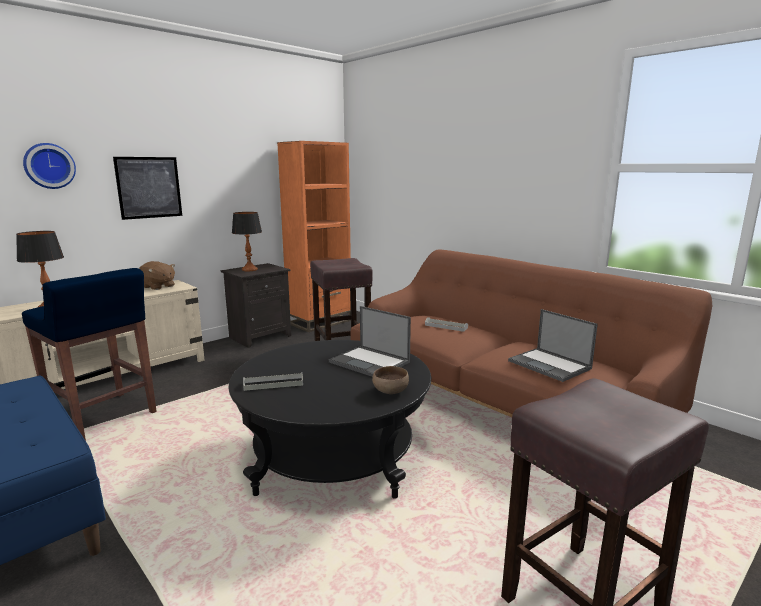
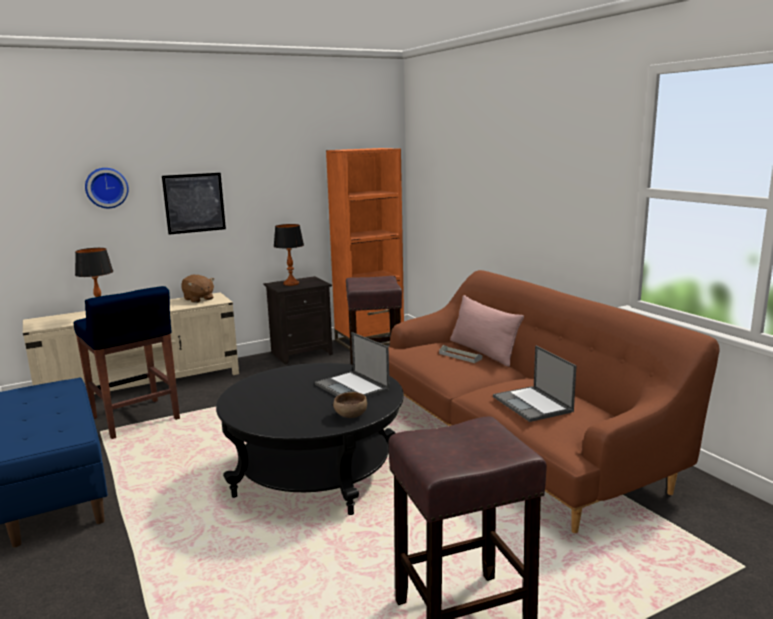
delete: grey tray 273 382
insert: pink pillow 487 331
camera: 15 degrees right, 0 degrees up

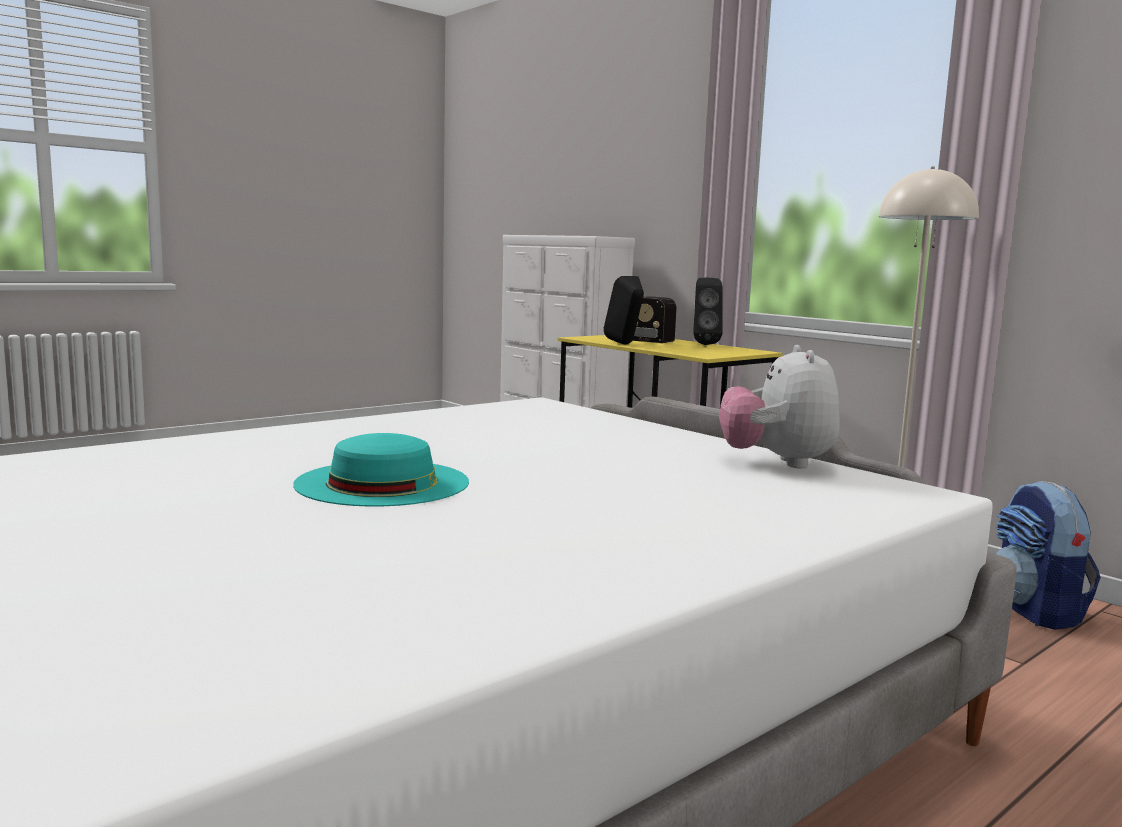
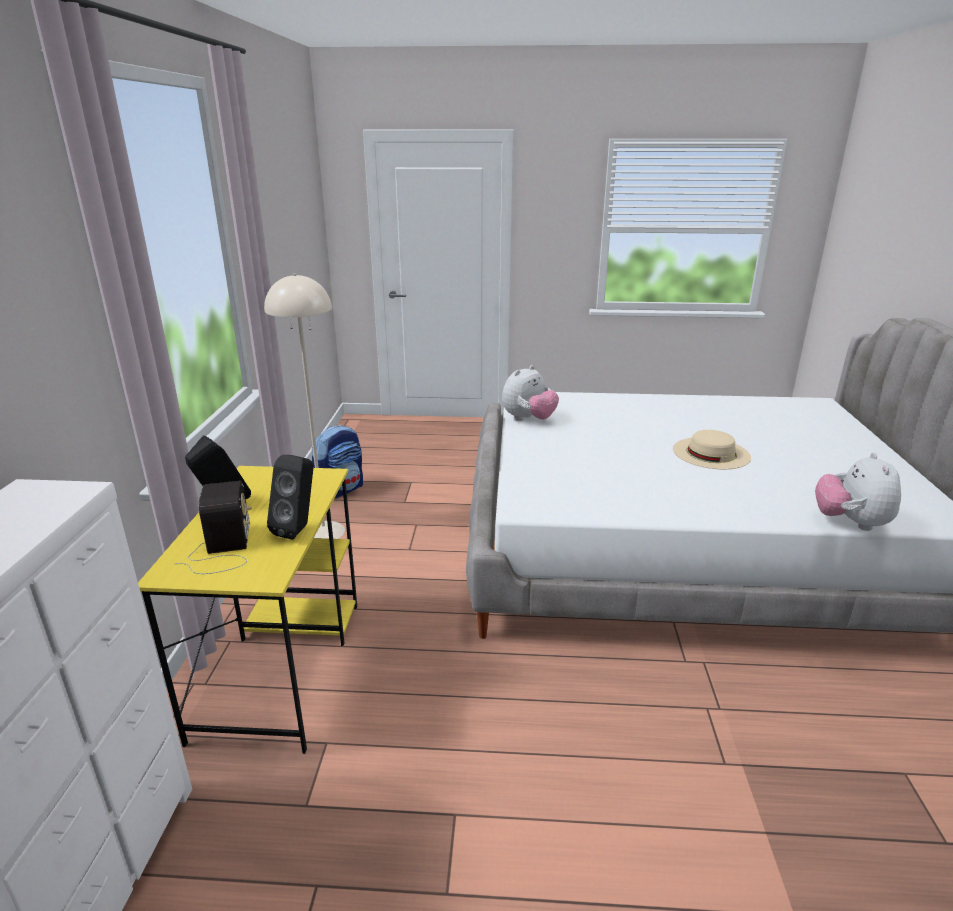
insert: plush toy 858 491
recolor: turquoise hat 381 470 to beige hat 712 449
camera: 135 degrees left, 15 degrees up

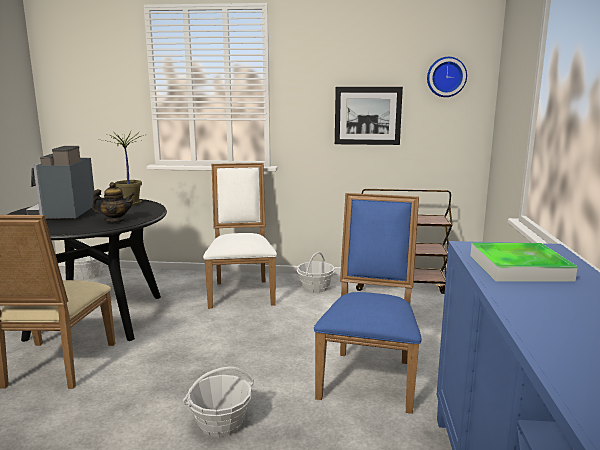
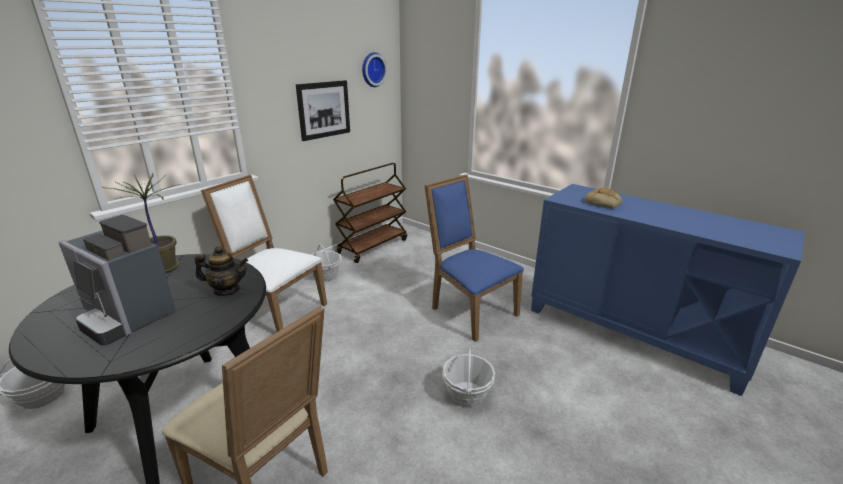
replace: tray 524 262 to bread 604 198
rotate: teapot 113 202 = 221 271 60 degrees clockwise
camera: 55 degrees left, 10 degrees up

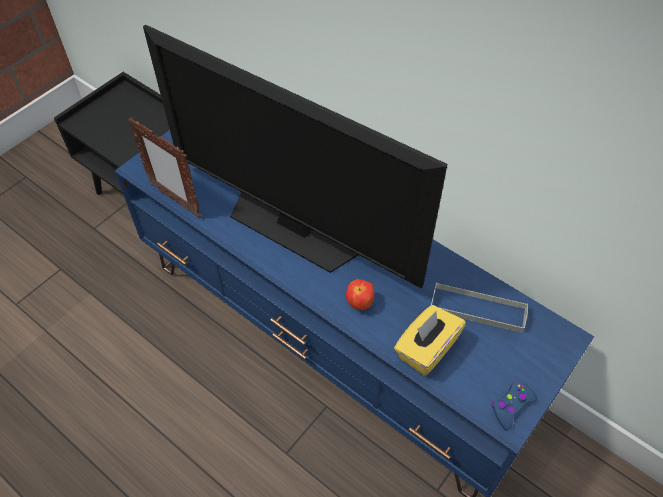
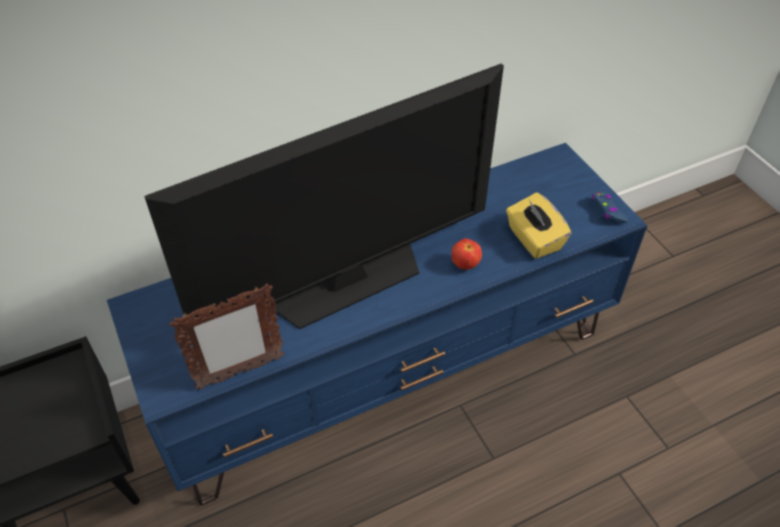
delete: grey tray 479 307
camera: 65 degrees left, 5 degrees down

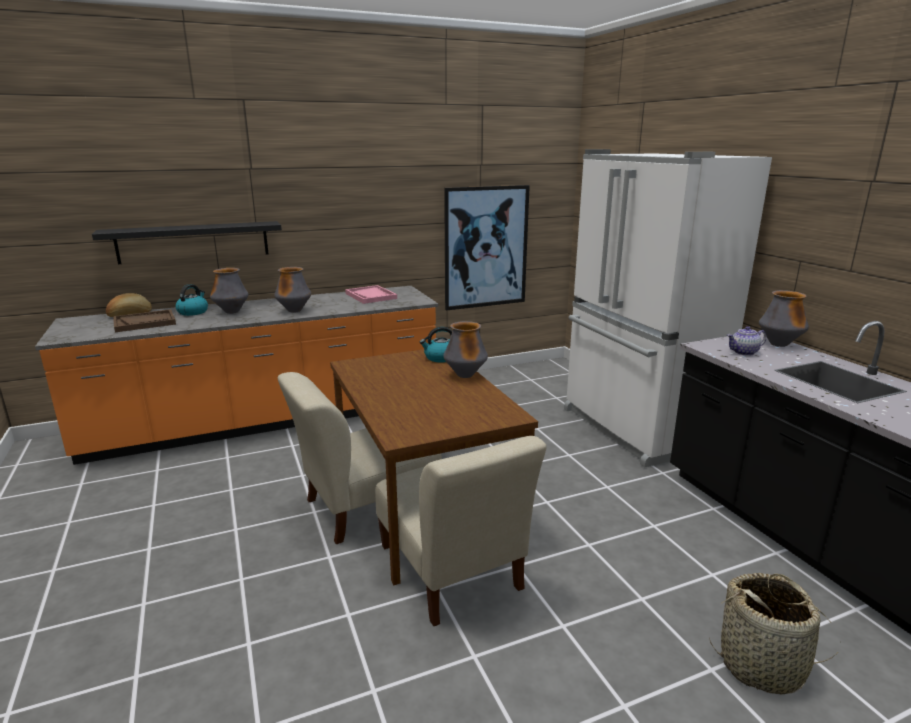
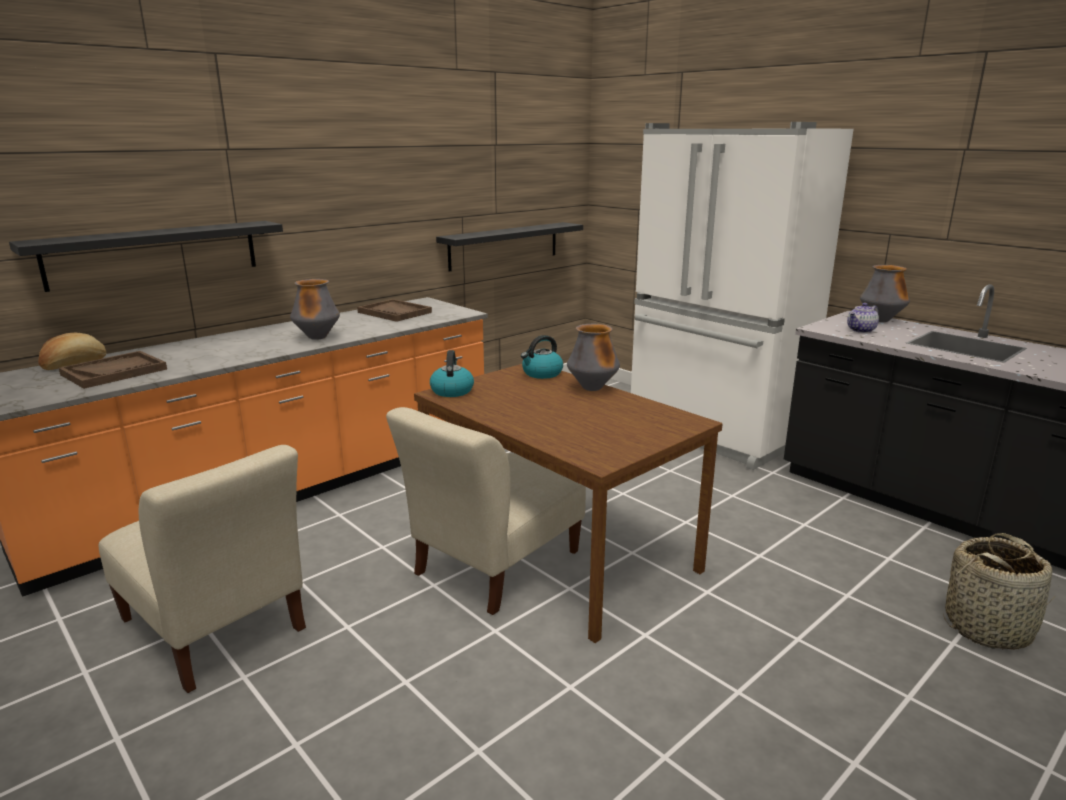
delete: vase 229 291
move: kettle 191 300 to 452 373; beige chair 460 531 to 202 569
replace: picture 487 248 to black shelf 509 246
recolor: pink tray 371 294 to brown tray 394 310
camera: 20 degrees left, 0 degrees up

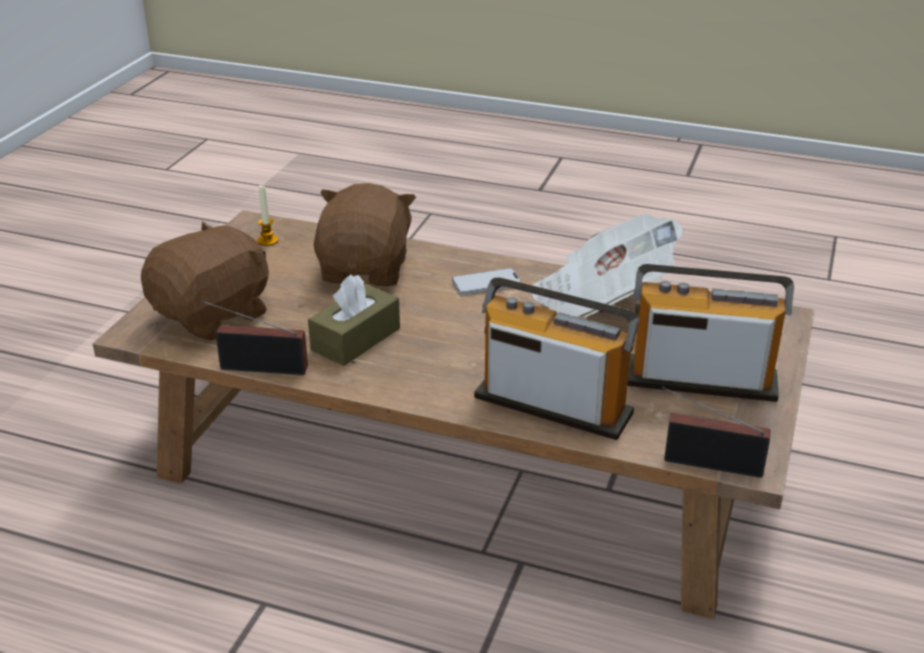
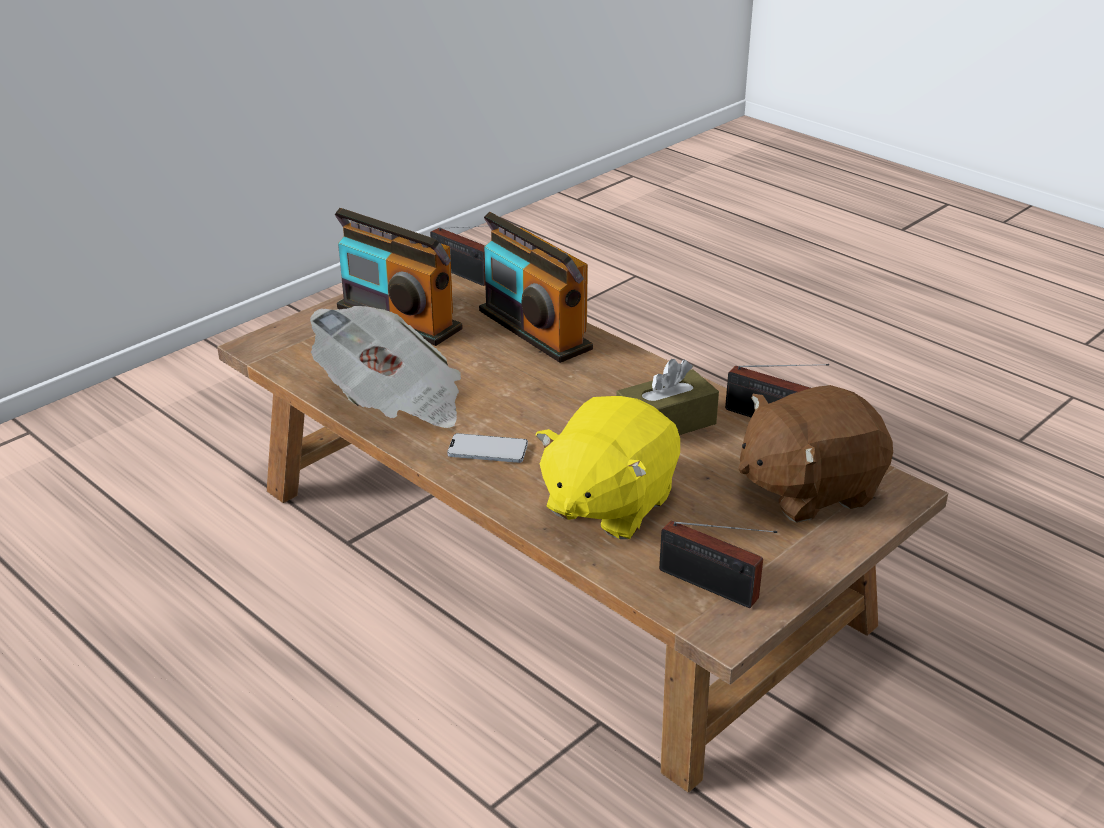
replace: candle 267 215 to radio 718 564
recolor: brown plush toy 365 234 to yellow plush toy 607 467
camera: 155 degrees left, 0 degrees up

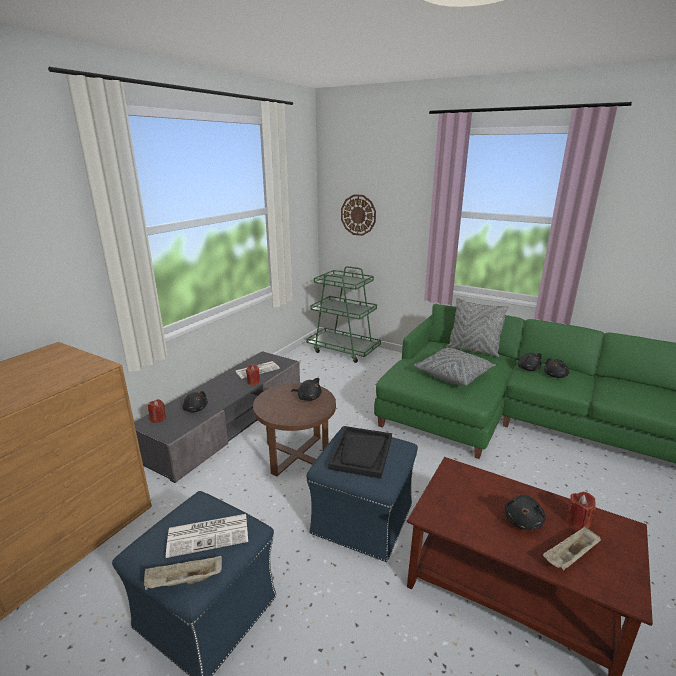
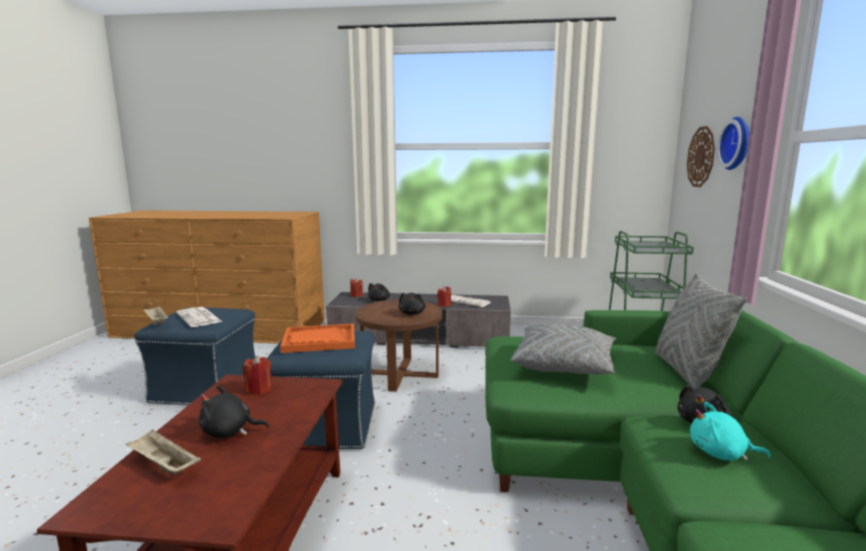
insert: wall clock 733 143
move: red candle 581 510 to 257 375
recolor: black tray 360 452 to orange tray 317 338; black plush toy 557 368 to turquoise plush toy 730 431
camera: 65 degrees right, 10 degrees down

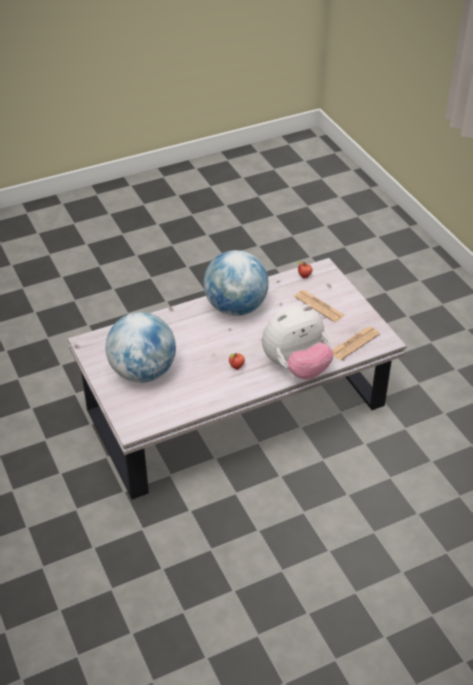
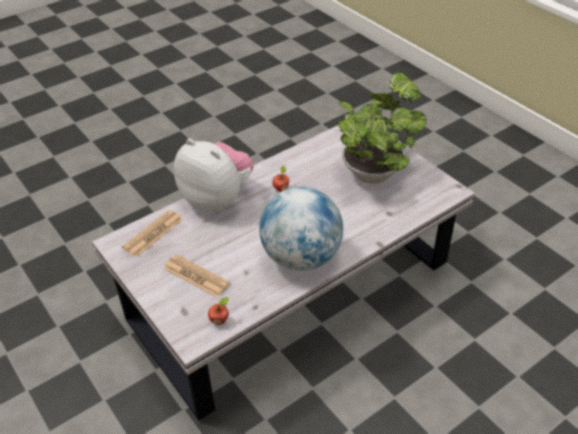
replace: globe 141 347 to potted plant 380 128
rotate: plush toy 297 342 = 214 175 75 degrees clockwise
camera: 170 degrees right, 0 degrees up

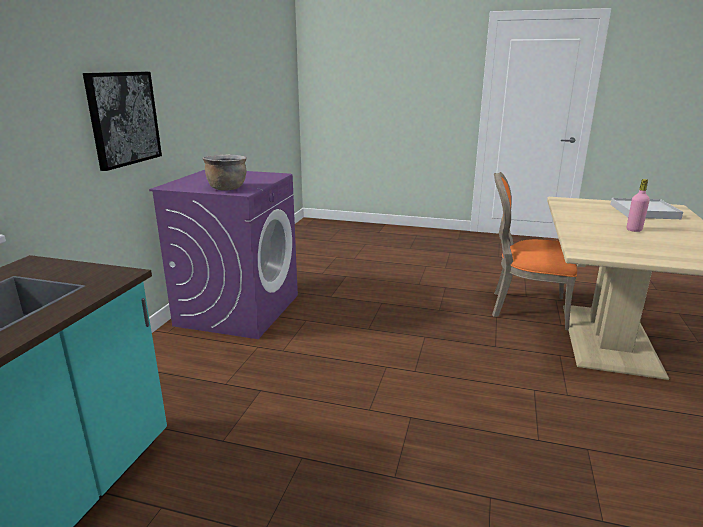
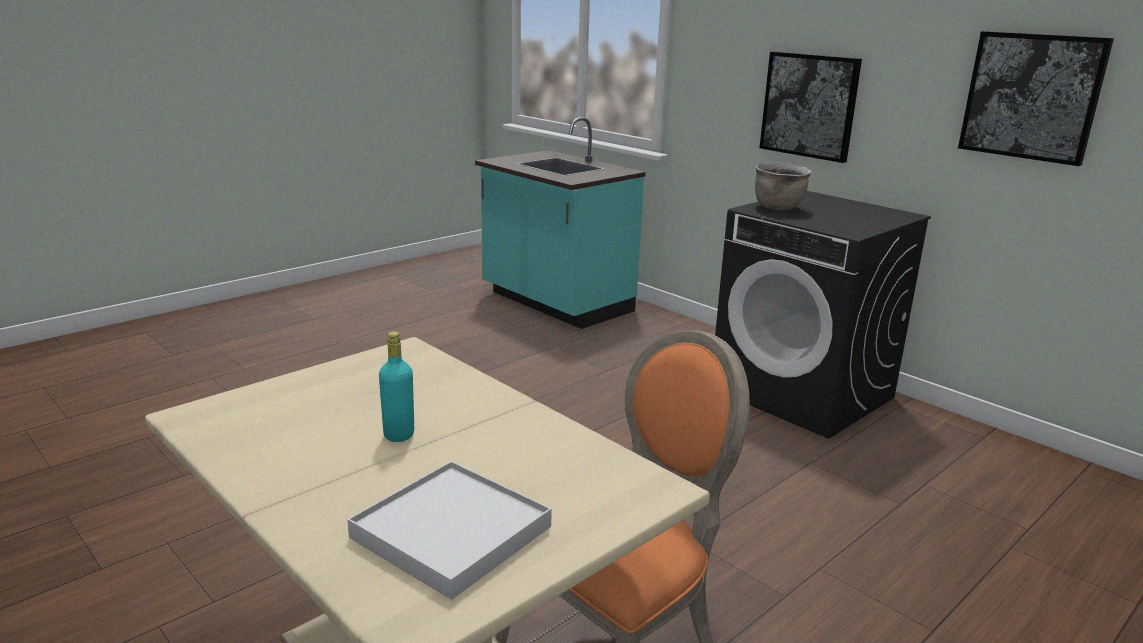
insert: picture 1036 98
recolor: purple washing machine 223 254 to black washing machine 823 315; pink bottle 638 205 to turquoise bottle 396 386
camera: 120 degrees right, 0 degrees up

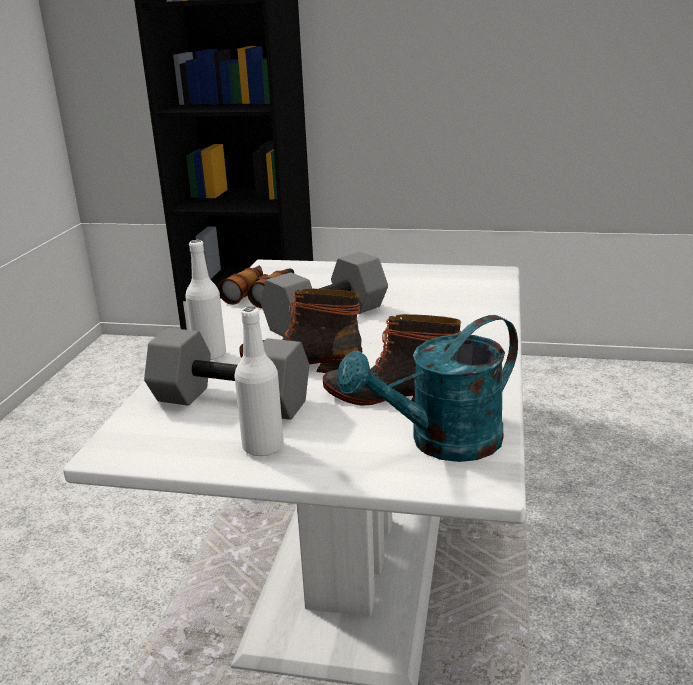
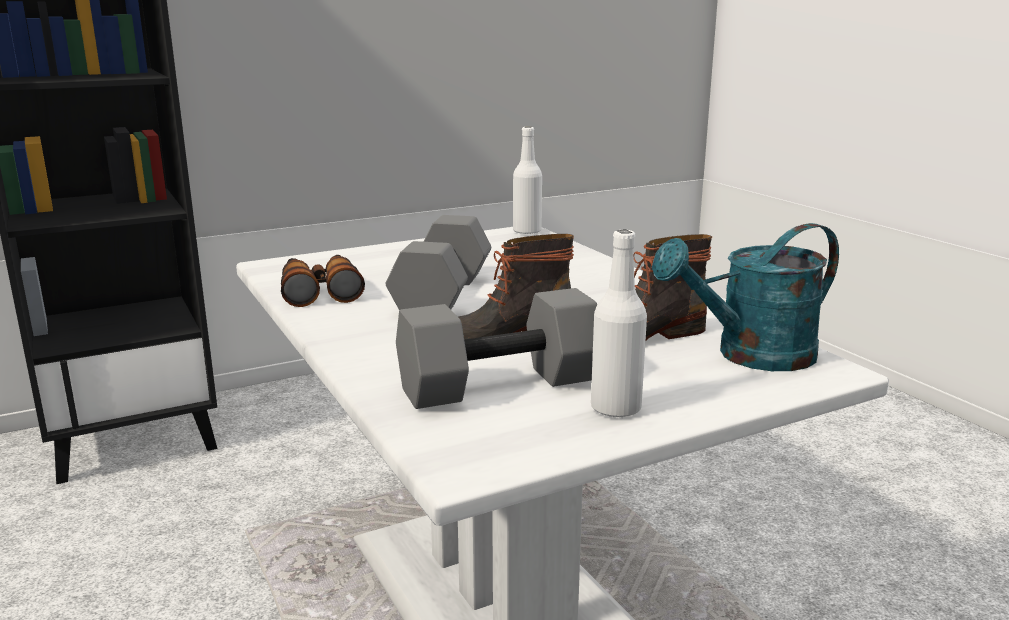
move: white bottle 205 300 to 527 180
rotate: turquoise watering can 427 388 = 745 297 45 degrees clockwise
camera: 40 degrees left, 5 degrees down

